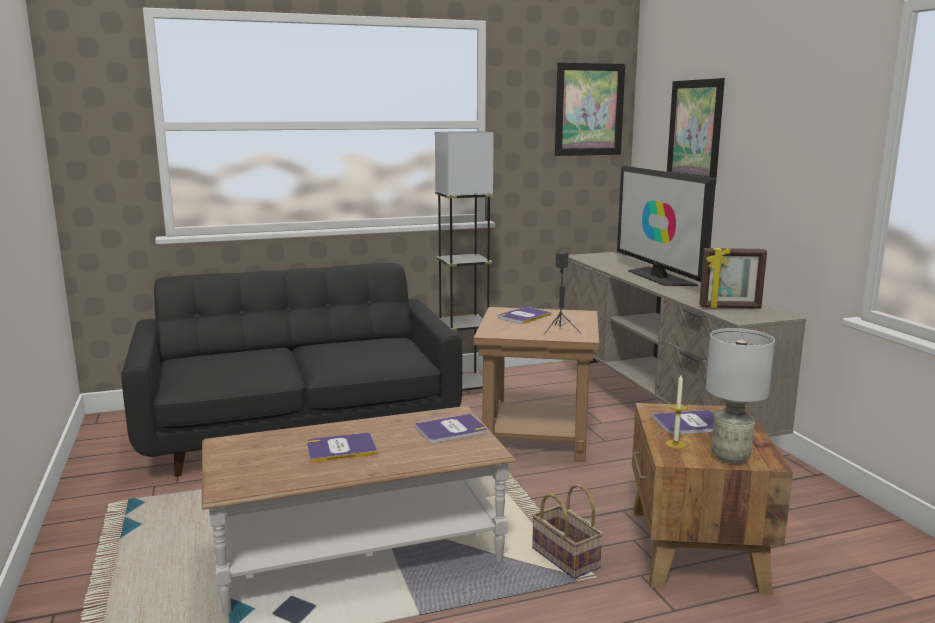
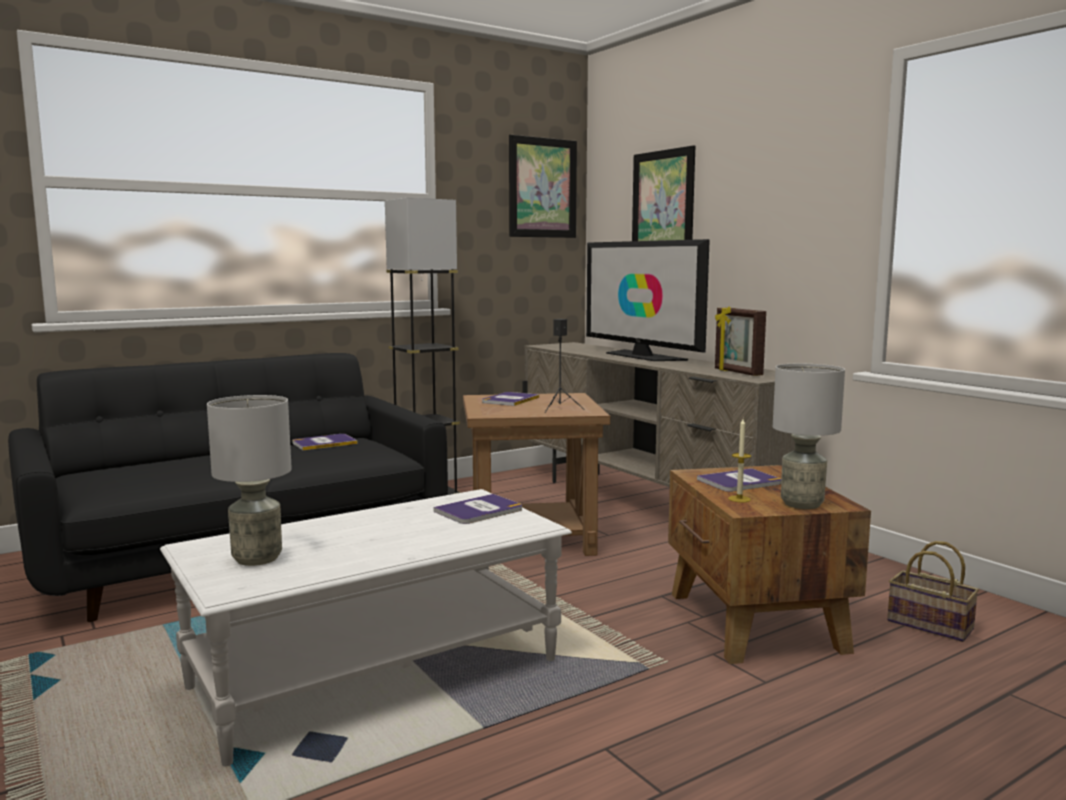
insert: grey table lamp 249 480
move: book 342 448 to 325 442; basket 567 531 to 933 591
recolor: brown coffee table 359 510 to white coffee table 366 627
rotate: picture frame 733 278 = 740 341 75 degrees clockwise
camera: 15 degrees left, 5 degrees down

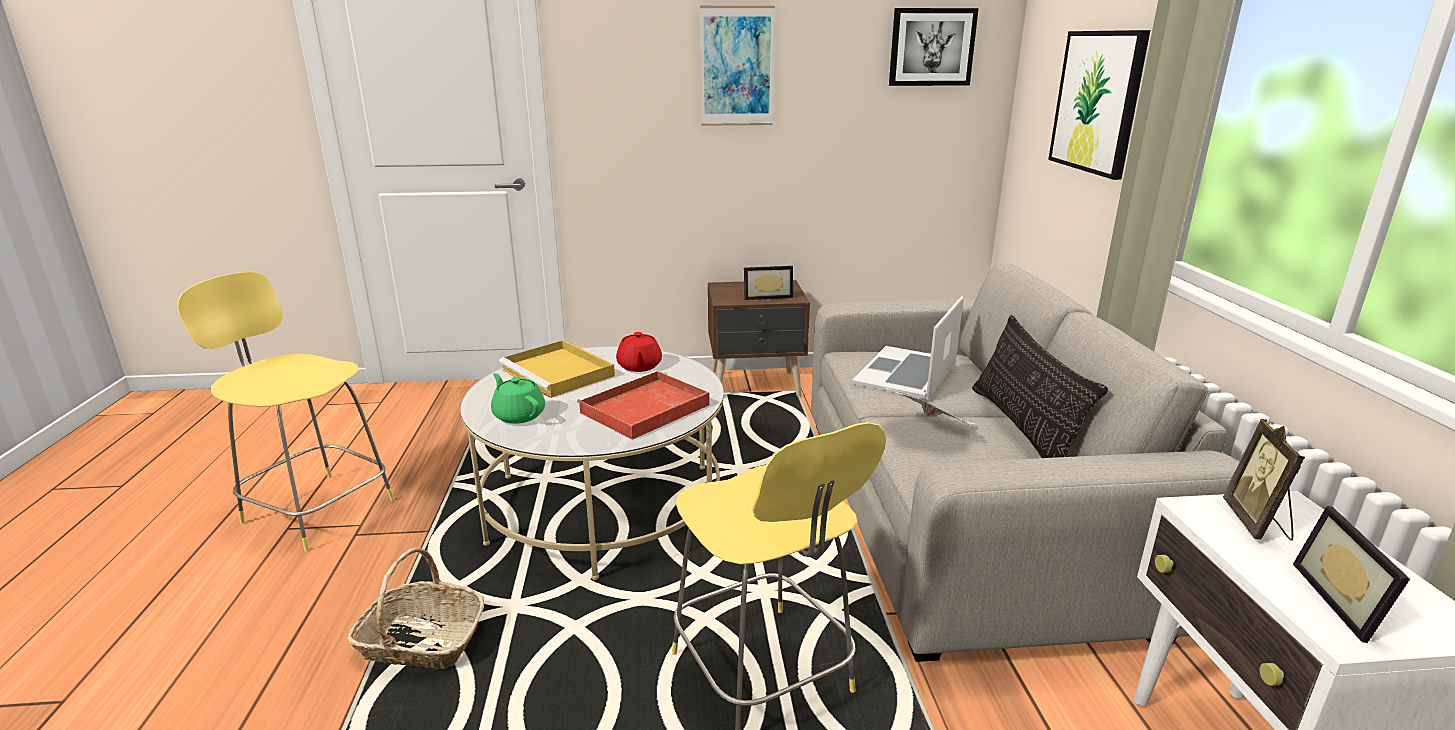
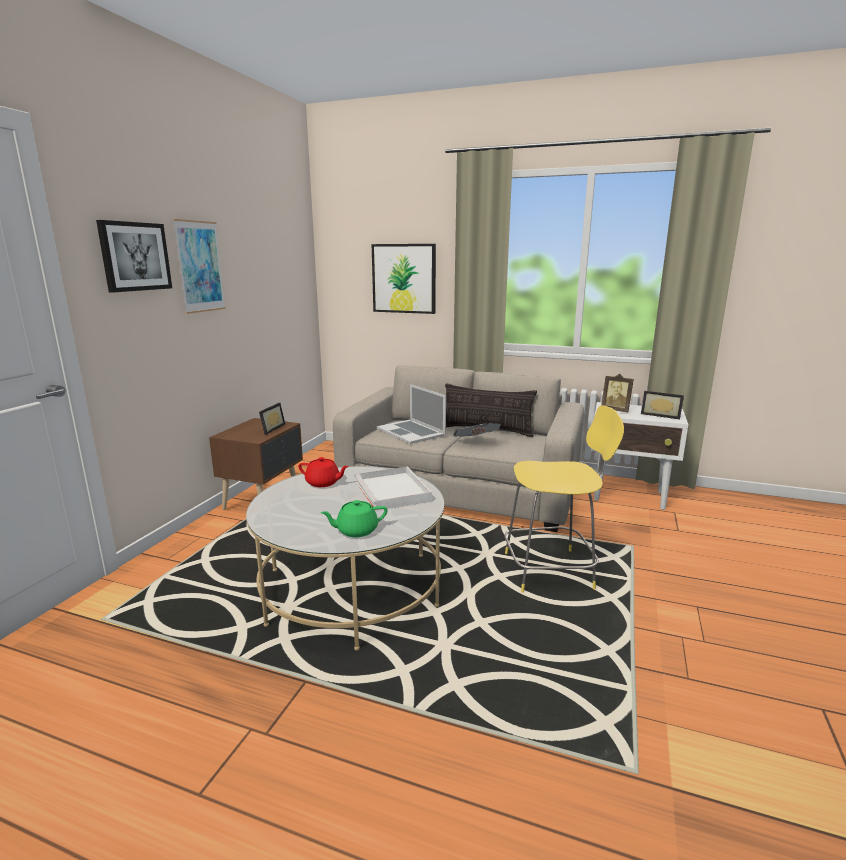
delete: yellow stool 286 412; basket 416 608; yellow tray 557 369
move: picture 934 47 to 134 256
recolor: red tray 643 405 to white tray 393 489
camera: 65 degrees left, 5 degrees down

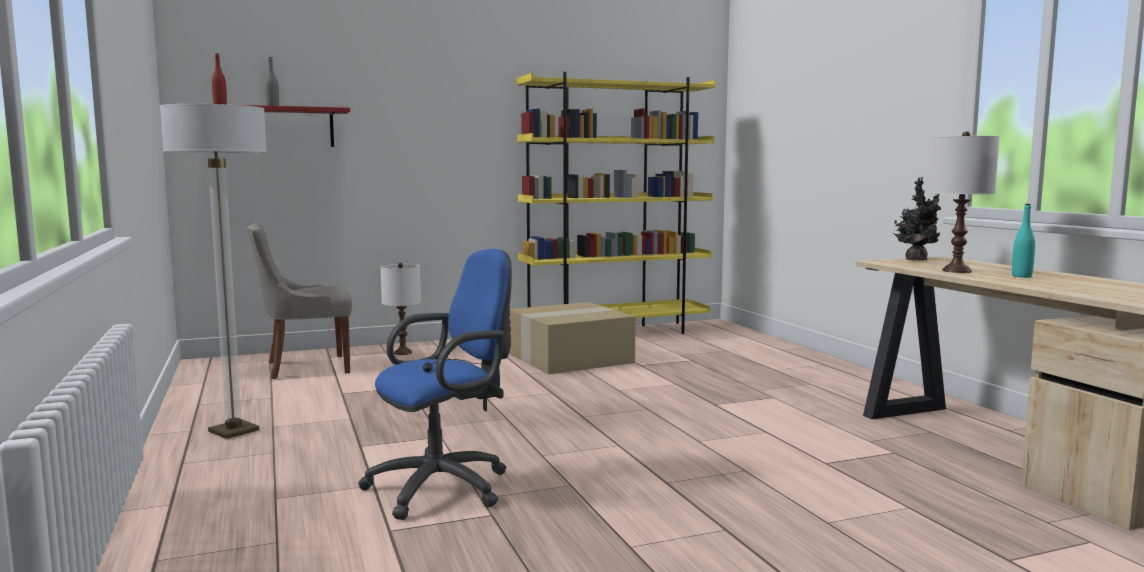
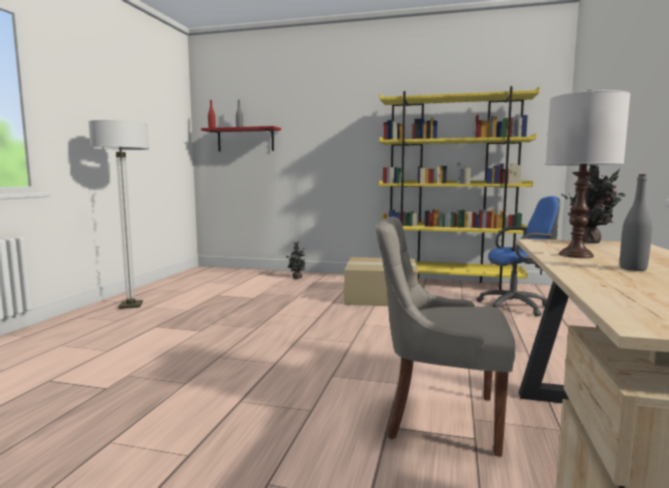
move: grey chair 299 301 to 445 336; blue office chair 435 384 to 518 256
replace: white table lamp 401 309 to potted plant 295 260
recolor: turquoise bottle 1023 241 to grey bottle 636 222
camera: 35 degrees right, 0 degrees up

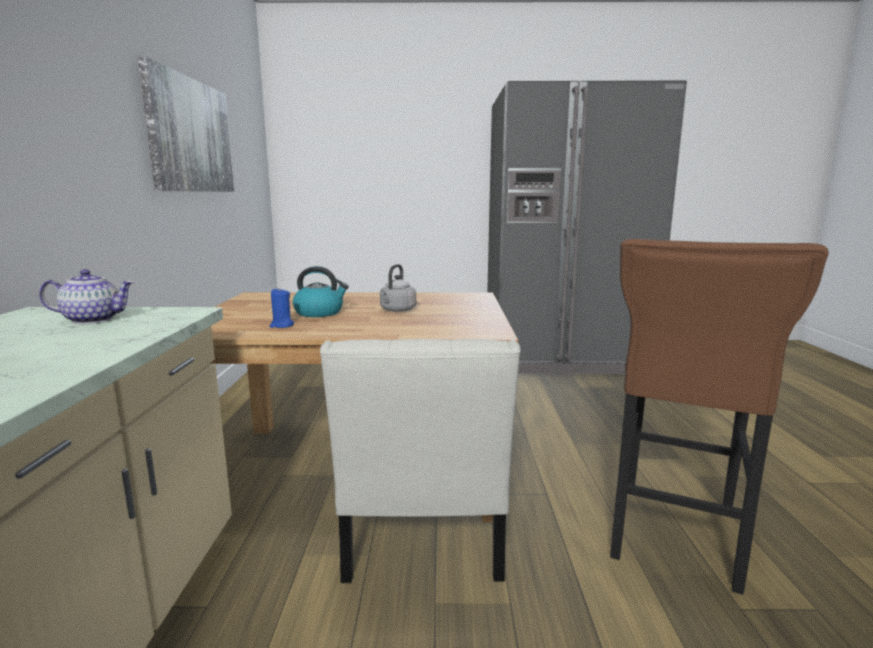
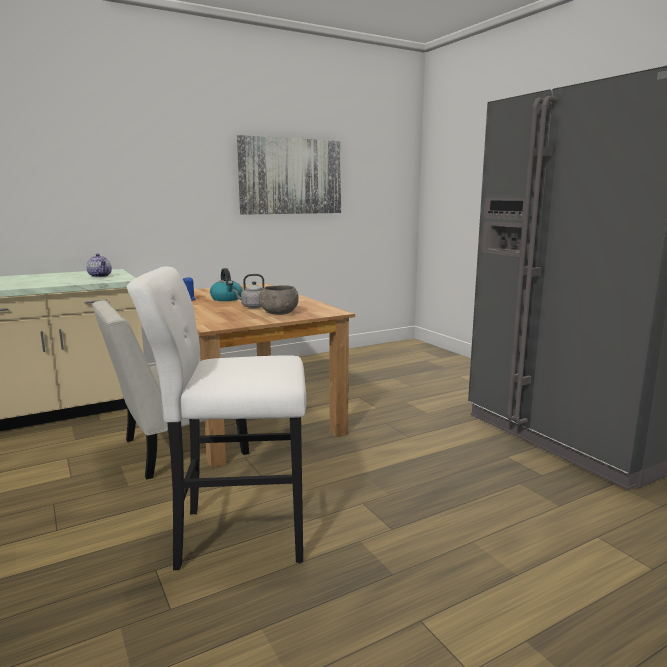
insert: grey bowl 279 300
recolor: brown stool 719 417 to white stool 216 418
camera: 60 degrees right, 0 degrees up

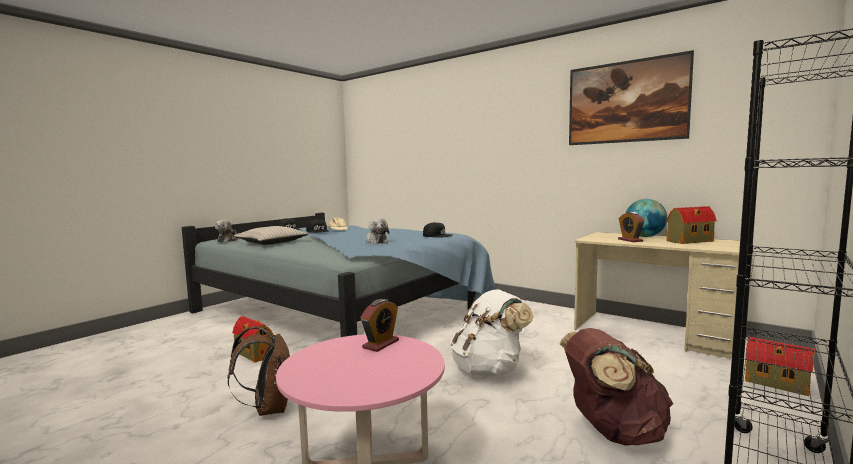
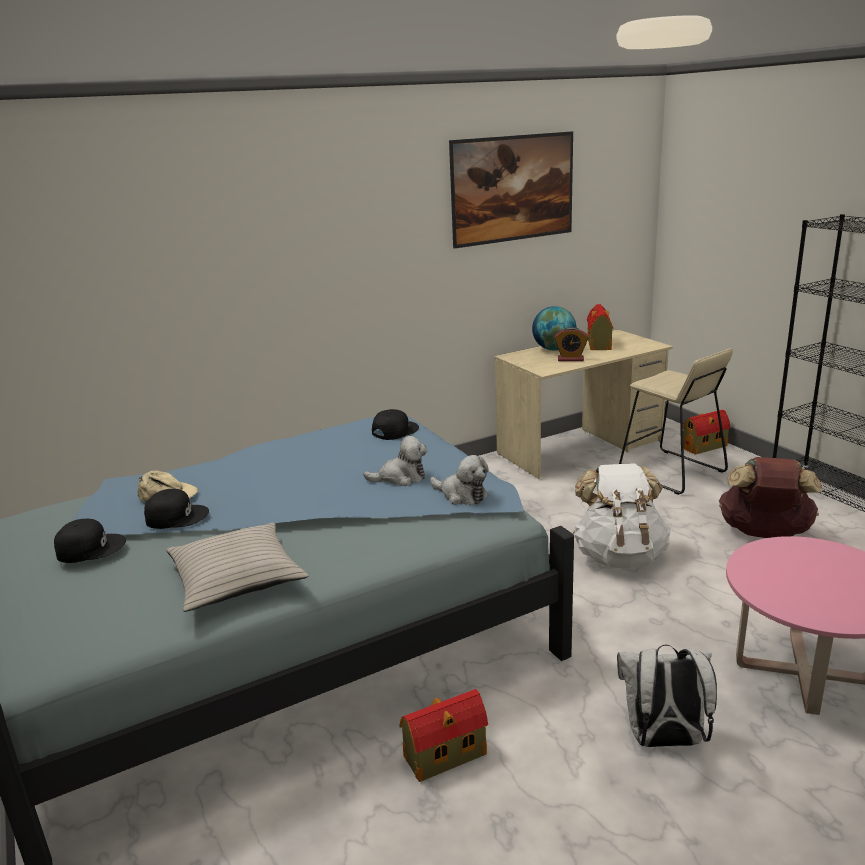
delete: alarm clock 379 325
insert: beige stool 676 421
move: plush toy 227 231 to 459 480
recolor: brown backpack 258 371 to white backpack 667 696
camera: 65 degrees left, 15 degrees up

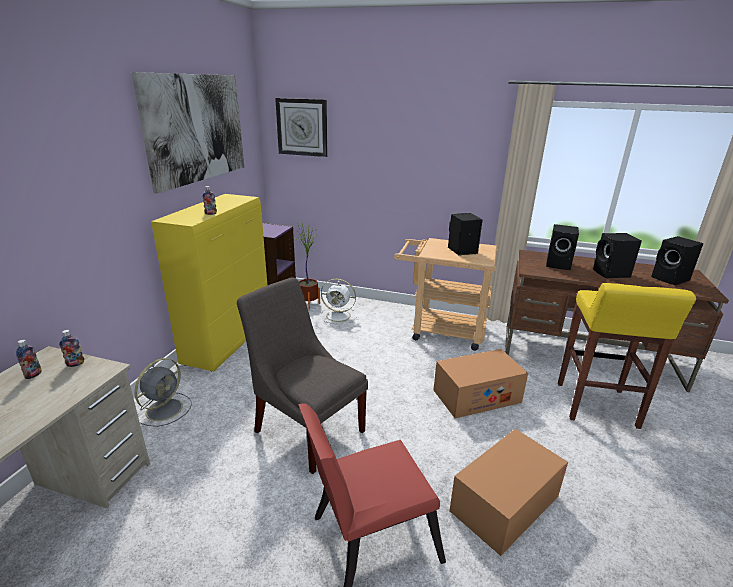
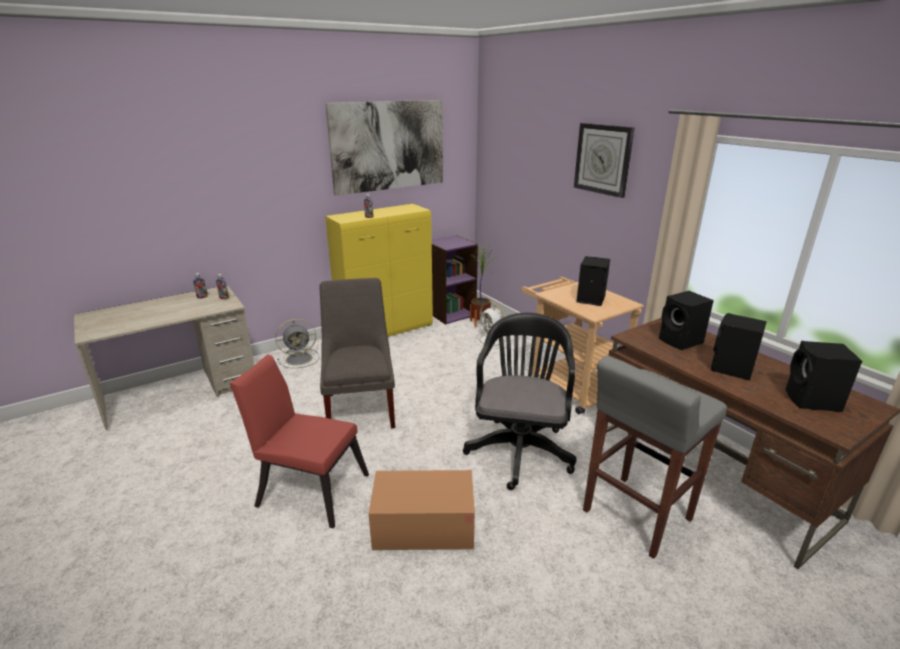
move: wall clock 301 127 to 604 160
replace: cardboard box 481 383 to black office chair 519 401
recolor: yellow stool 627 356 to grey stool 655 457
camera: 40 degrees right, 0 degrees up

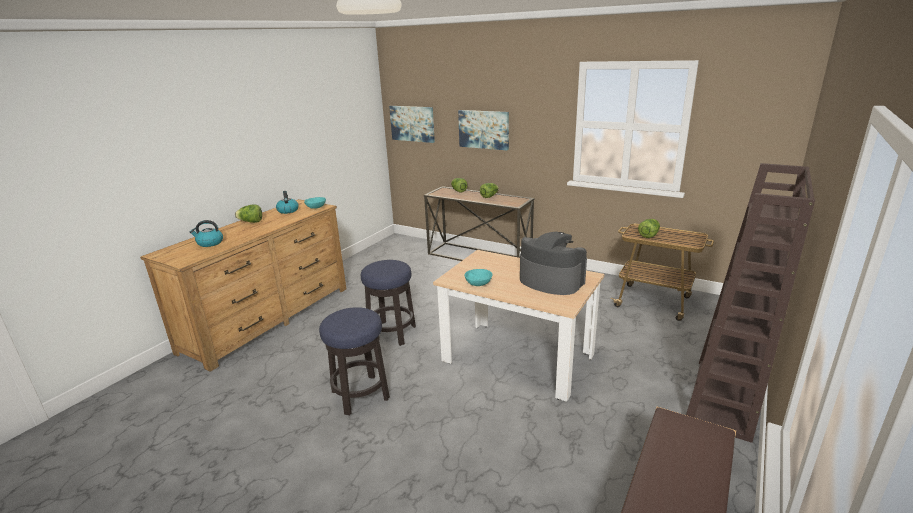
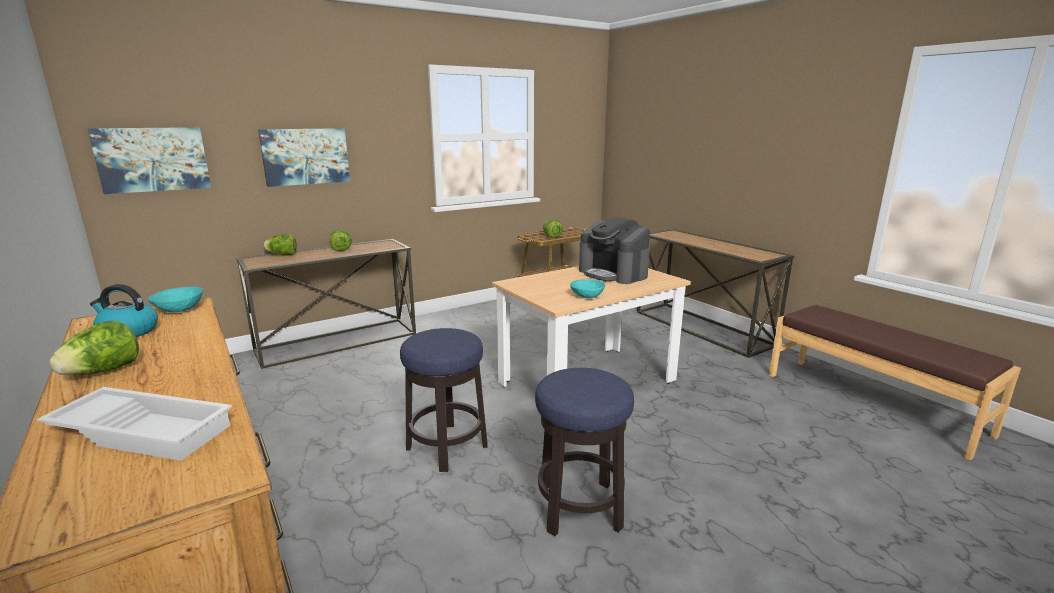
replace: kettle 206 233 to white tray 134 424; brown bookcase 750 303 to console table 715 293
rotate: coffee machine 553 263 = 614 250 105 degrees counterclockwise
camera: 65 degrees left, 5 degrees down

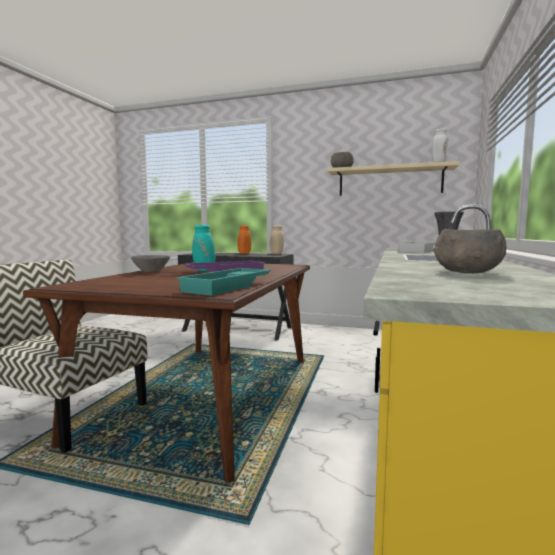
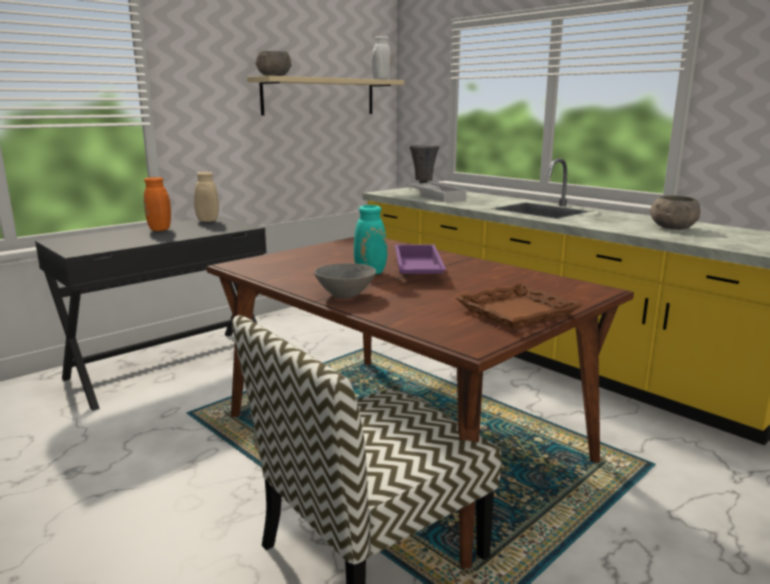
delete: turquoise tray 223 282
insert: brown tray 519 306
camera: 60 degrees left, 10 degrees up

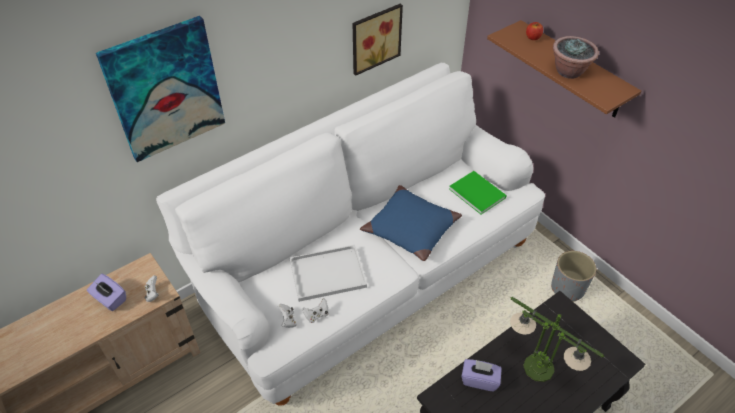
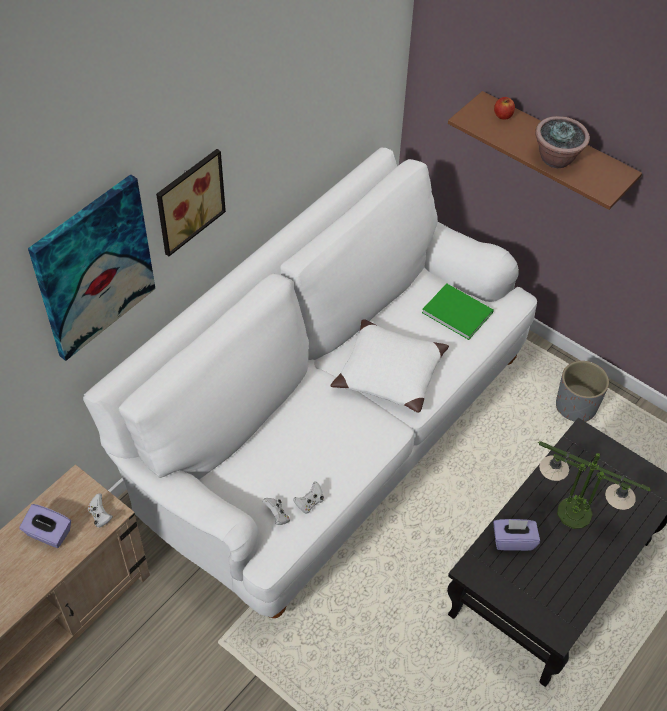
delete: white tray 328 273
move: picture 378 40 to 191 202
recolor: blue pillow 411 223 to white pillow 390 366
camera: 15 degrees left, 5 degrees up

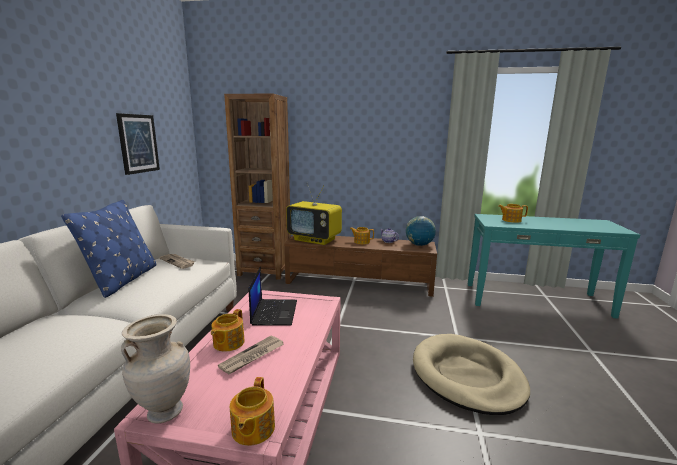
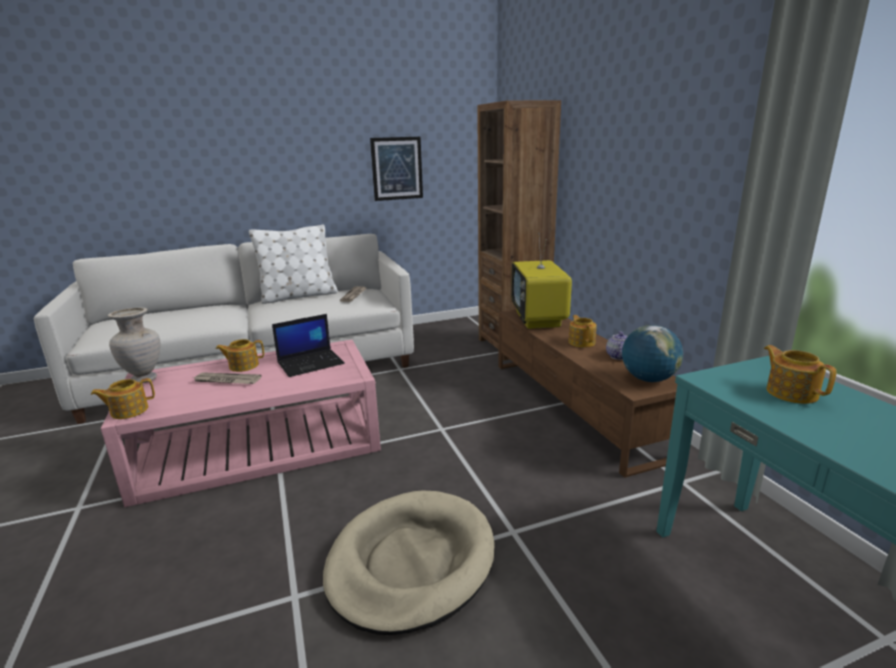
recolor: blue pillow 108 249 to white pillow 293 264
camera: 60 degrees right, 5 degrees up

